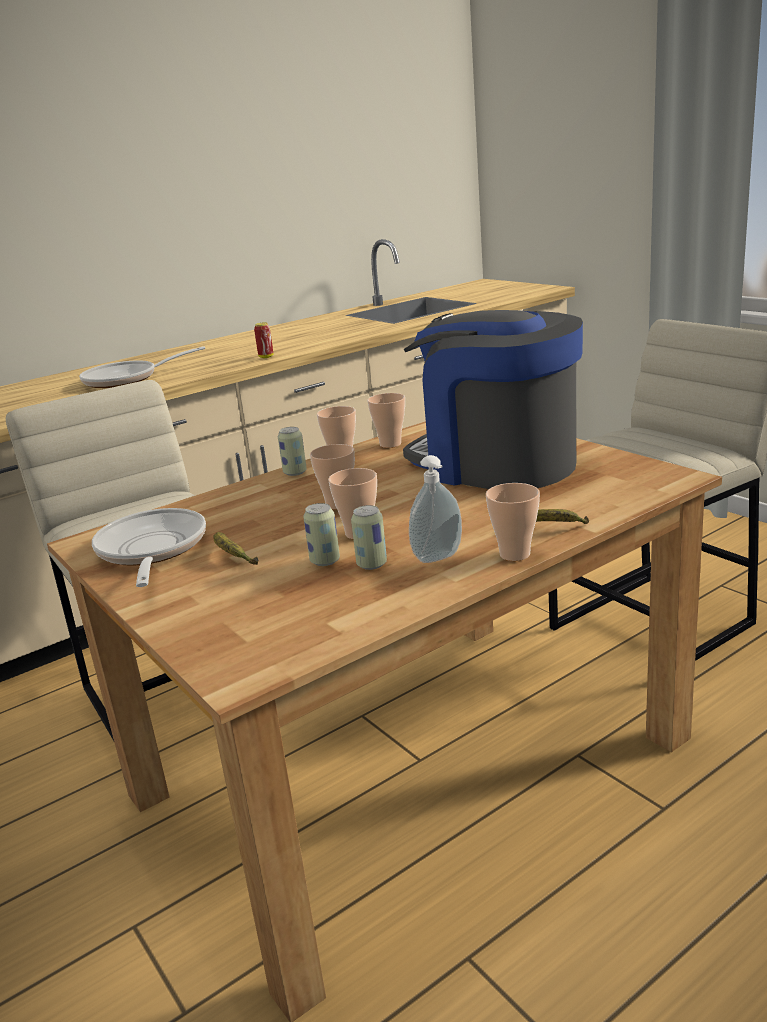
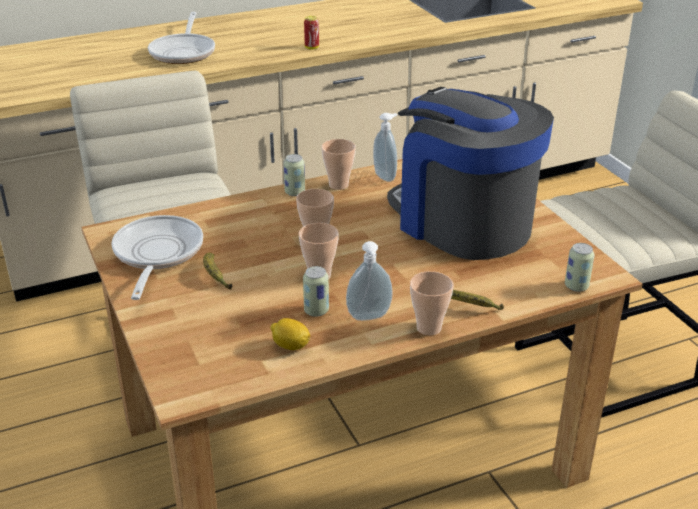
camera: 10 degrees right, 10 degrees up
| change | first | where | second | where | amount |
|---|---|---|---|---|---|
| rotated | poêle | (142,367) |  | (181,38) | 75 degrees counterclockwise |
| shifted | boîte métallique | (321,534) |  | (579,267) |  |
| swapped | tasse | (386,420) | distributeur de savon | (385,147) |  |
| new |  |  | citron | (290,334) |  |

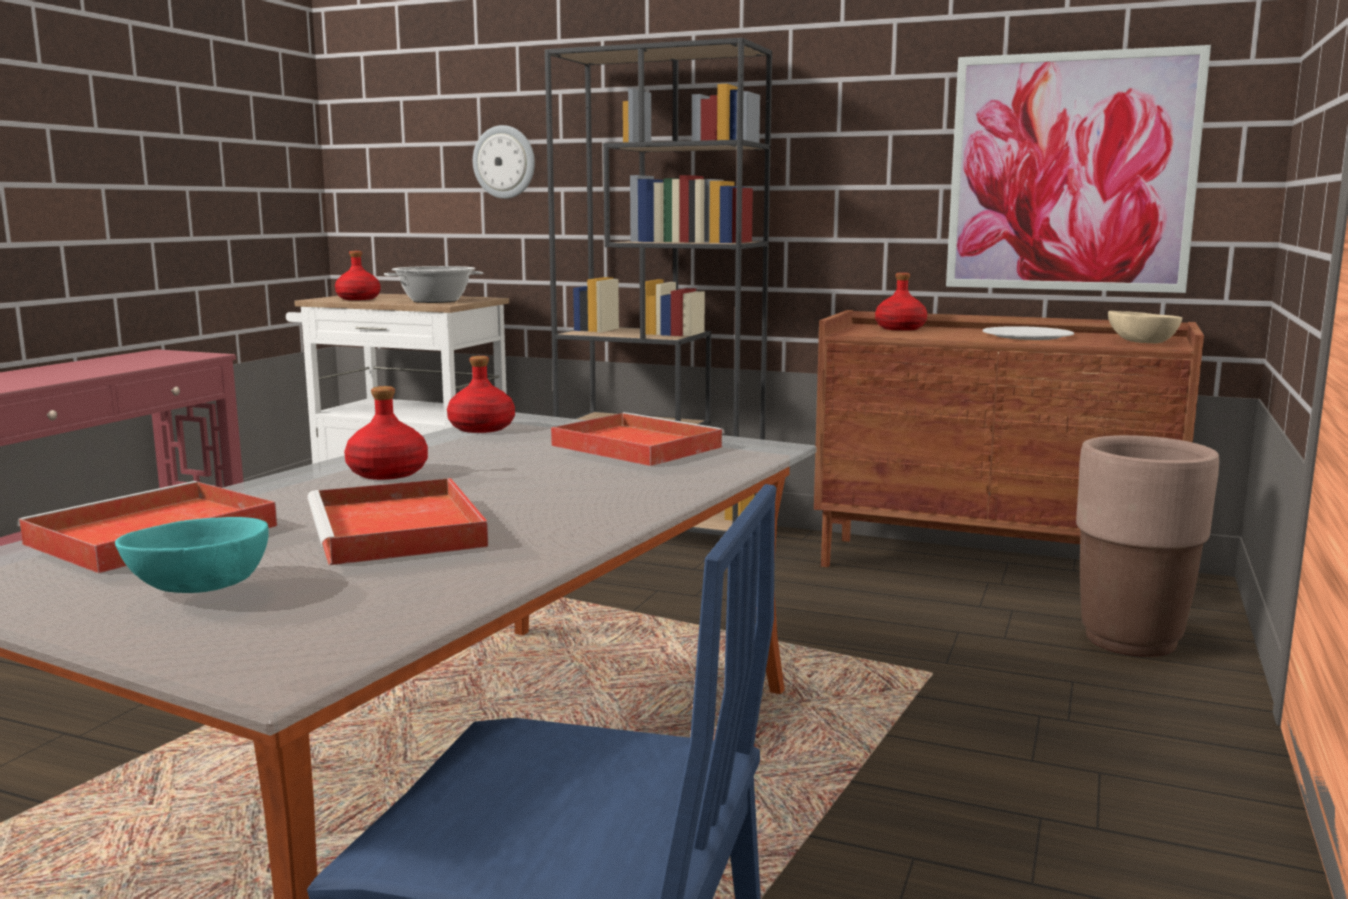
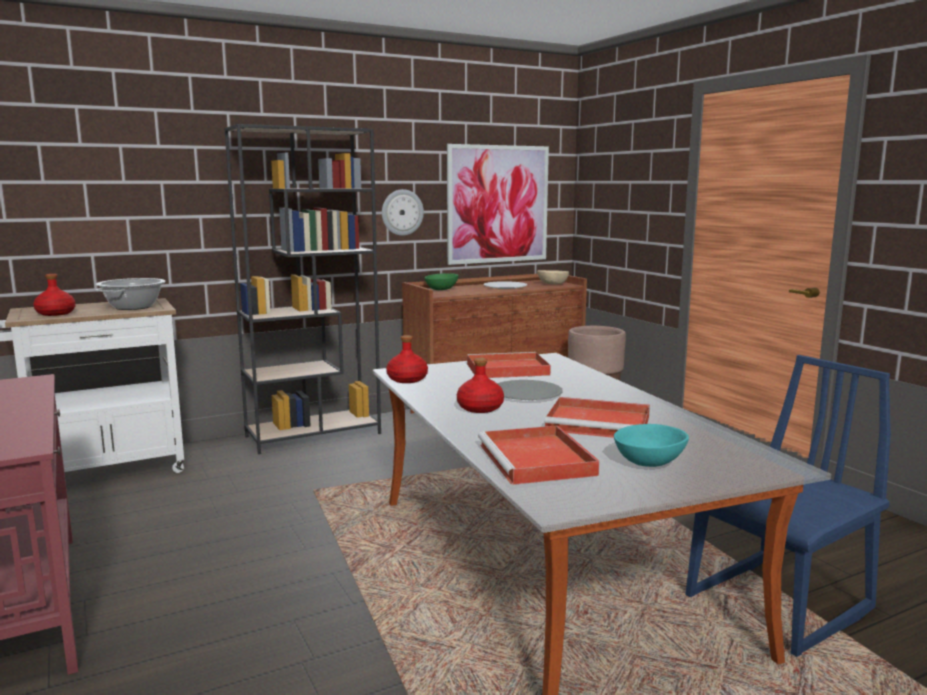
camera: 50 degrees left, 0 degrees up
| change | first | where | second | where | amount |
|---|---|---|---|---|---|
| shifted | horloge murale | (504,162) |  | (403,212) |  |
| swapped | bouteille/rouge | (901,302) | bol/vert | (442,282) |  |
| new |  |  | assiette/gris | (529,390) |  |

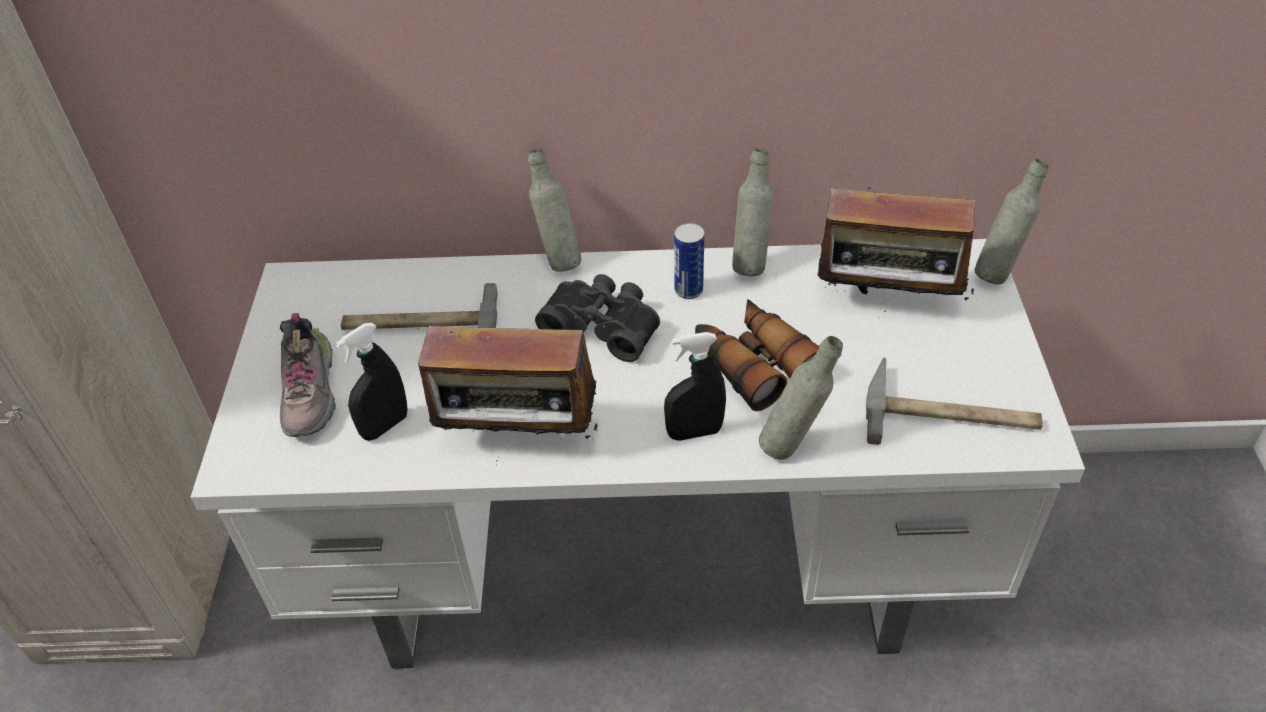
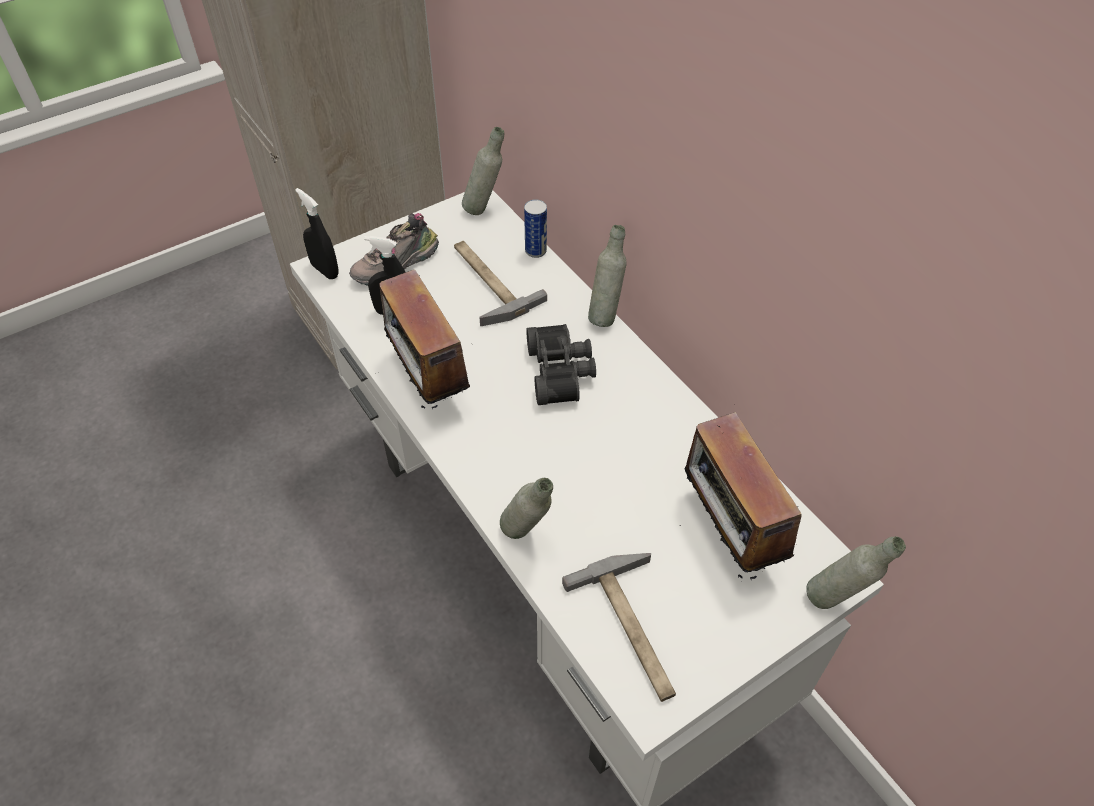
camera: 55 degrees right, 5 degrees up
| change | first | where | second | where | amount |
|---|---|---|---|---|---|
| shifted | vaporisateur/noir | (695,386) |  | (317,233) |  |
| shifted | boîte métallique | (689,261) |  | (535,228) |  |
| gone | jumelles | (757,355) |  |  |  |
| shifted | bouteille/gris | (753,212) |  | (483,171) |  |

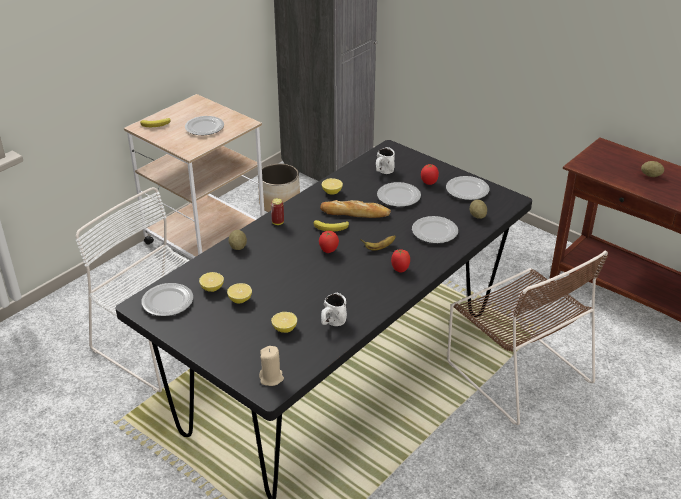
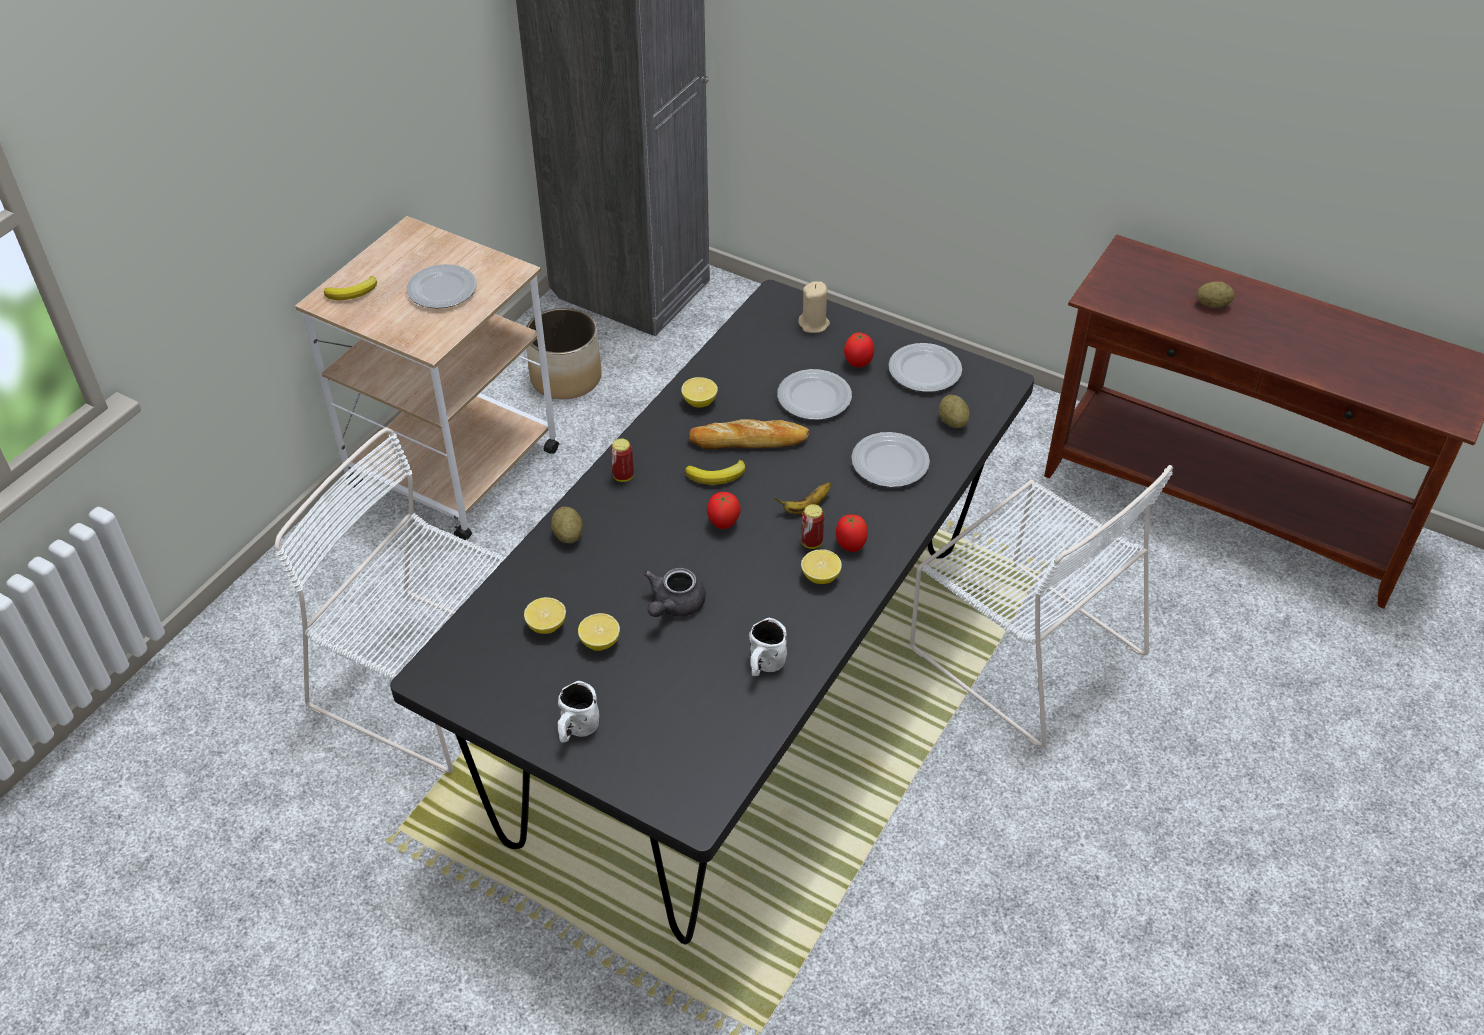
camera: 10 degrees left, 10 degrees up
| change | first | where | second | where | amount |
|---|---|---|---|---|---|
| gone | assiette | (167,299) |  |  |  |
| shifted | bougie/beige | (271,366) |  | (814,307) |  |
| shifted | citron | (284,322) |  | (821,566) |  |
| shifted | mug/blanc | (385,160) |  | (578,712) |  |
| repainted | chaise/marron | (527,338) | chaise/blanc | (1041,606) |  |
| new |  |  | théière/gris | (675,592) |  |
| new |  |  | boîte métallique | (812,526) |  |

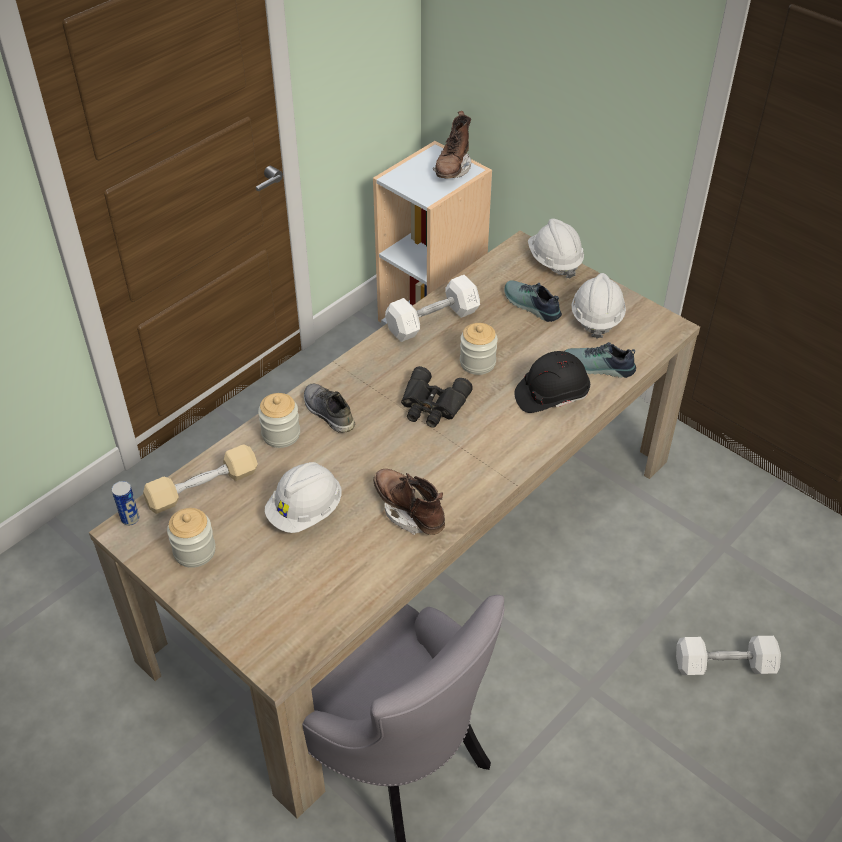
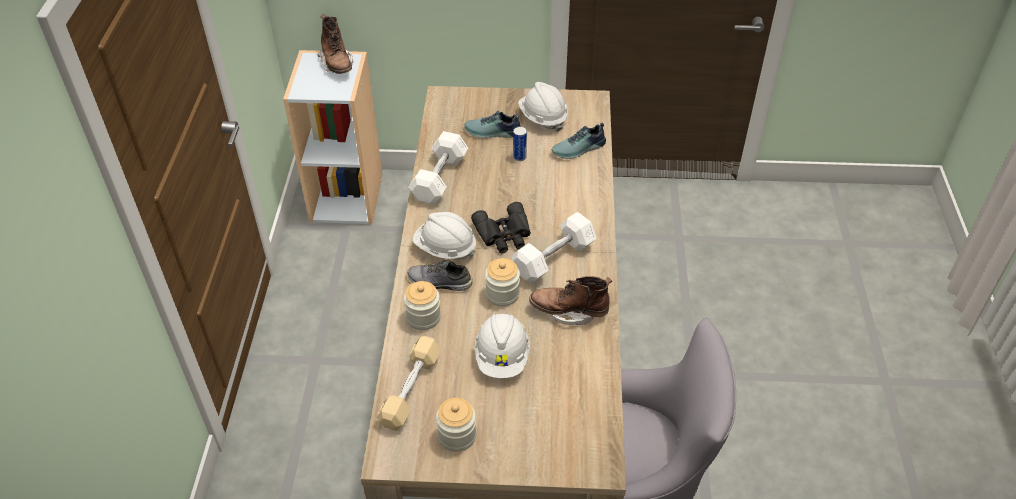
camera: 40 degrees left, 0 degrees up
| change | first | where | second | where | amount |
|---|---|---|---|---|---|
| shifted | boîte métallique | (125,503) |  | (520,144) |  |
| shifted | bocal | (479,349) |  | (502,282) |  |
| gone | casque de chantier/noir | (552,382) |  |  |  |
| shifted | casque de chantier/blanc | (556,248) |  | (444,236) |  |
| shifted | haltère/blanc | (728,655) |  | (554,248) |  |

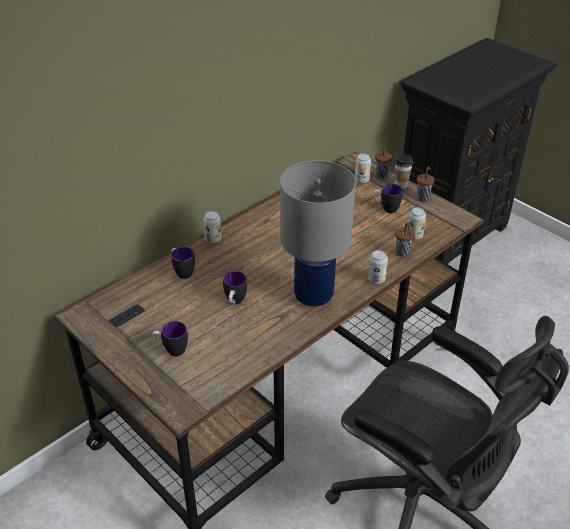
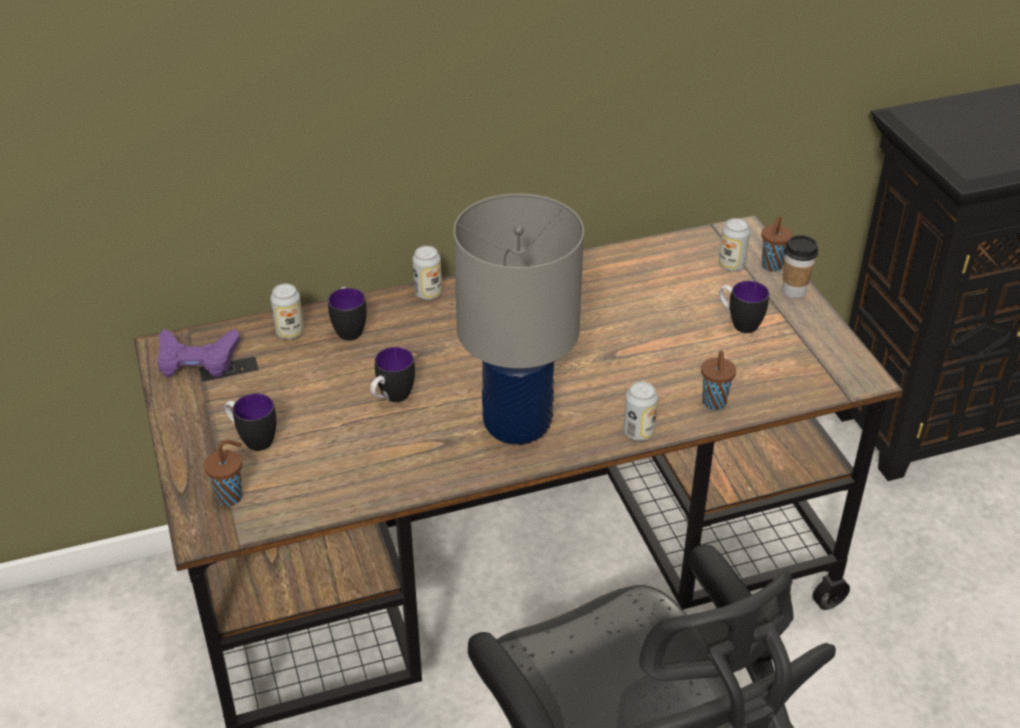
camera: 25 degrees right, 0 degrees up
| change | first | where | second | where | amount |
|---|---|---|---|---|---|
| shifted | boîte métallique | (417,223) |  | (287,311) |  |
| shifted | tasse/marron | (426,183) |  | (223,472) |  |
| new |  |  | manette/violet | (198,352) |  |

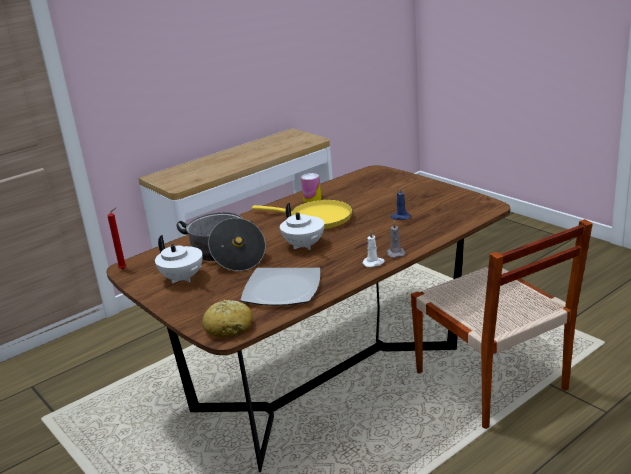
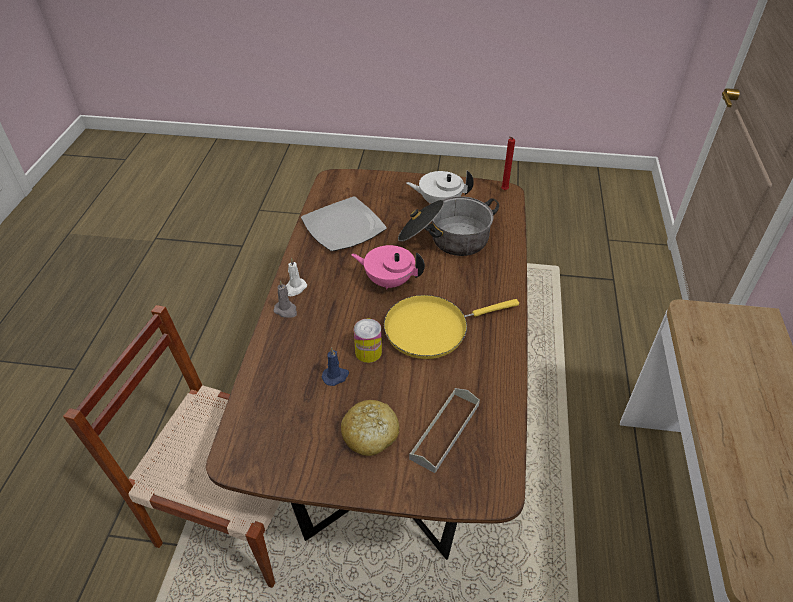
camera: 135 degrees right, 20 degrees up
| change | first | where | second | where | amount |
|---|---|---|---|---|---|
| shifted | pain | (227,319) |  | (370,428) |  |
| repainted | théière/blanc | (302,226) | théière/rose | (388,267) |  |
| shifted | boîte métallique | (311,187) |  | (368,341) |  |
| new |  |  | plateau/gris | (444,430) |  |

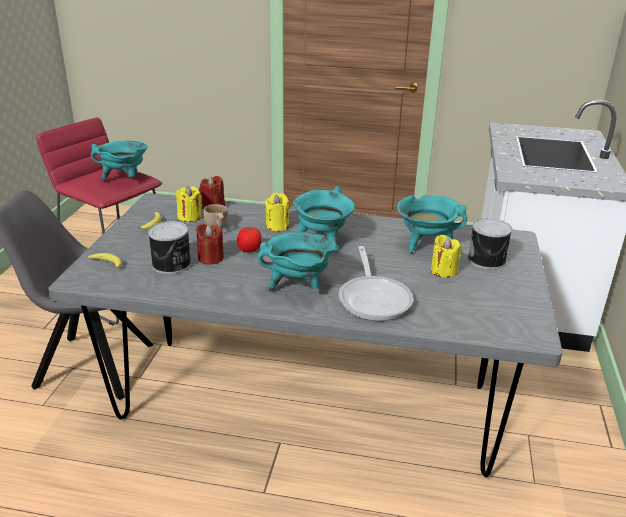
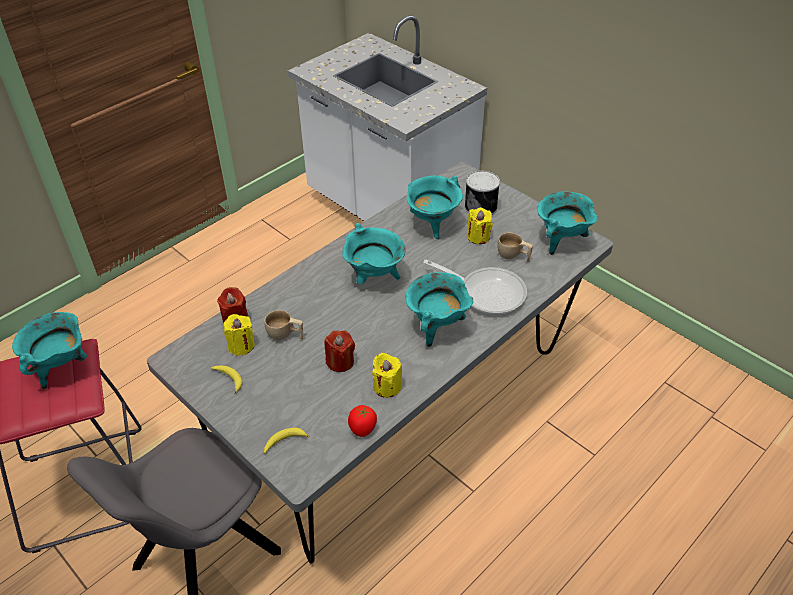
camera: 55 degrees left, 15 degrees up
| change | first | where | second | where | amount |
|---|---|---|---|---|---|
| gone | boîte métallique | (169,247) |  |  |  |
| shifted | tomate | (249,239) |  | (362,421) |  |
| shifted | bougie/jaune | (277,212) |  | (387,375) |  |
| new |  |  | tasse/beige | (515,247) |  |
| new |  |  | marmite/turquoise | (567,223) |  |

